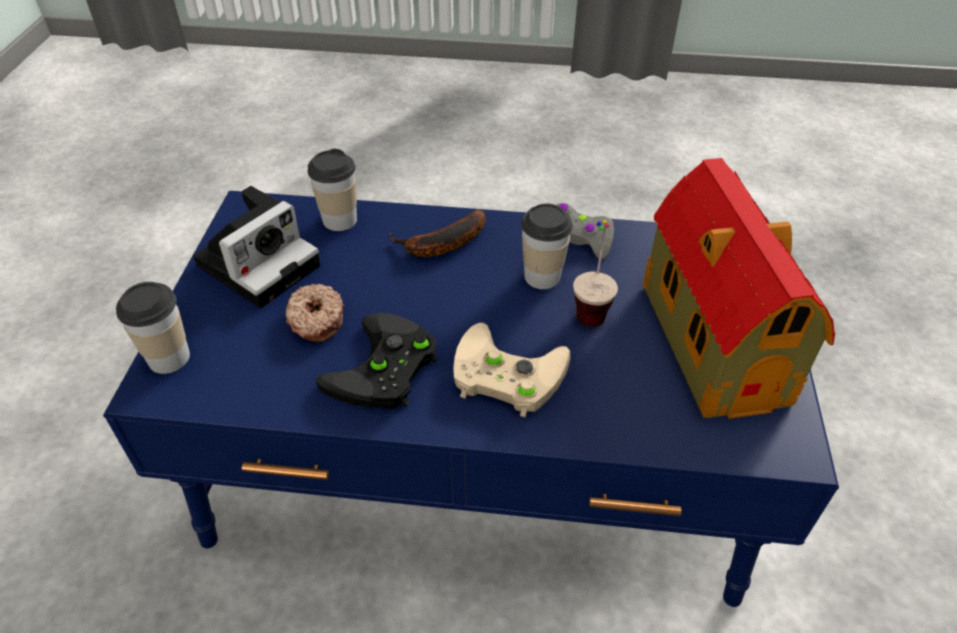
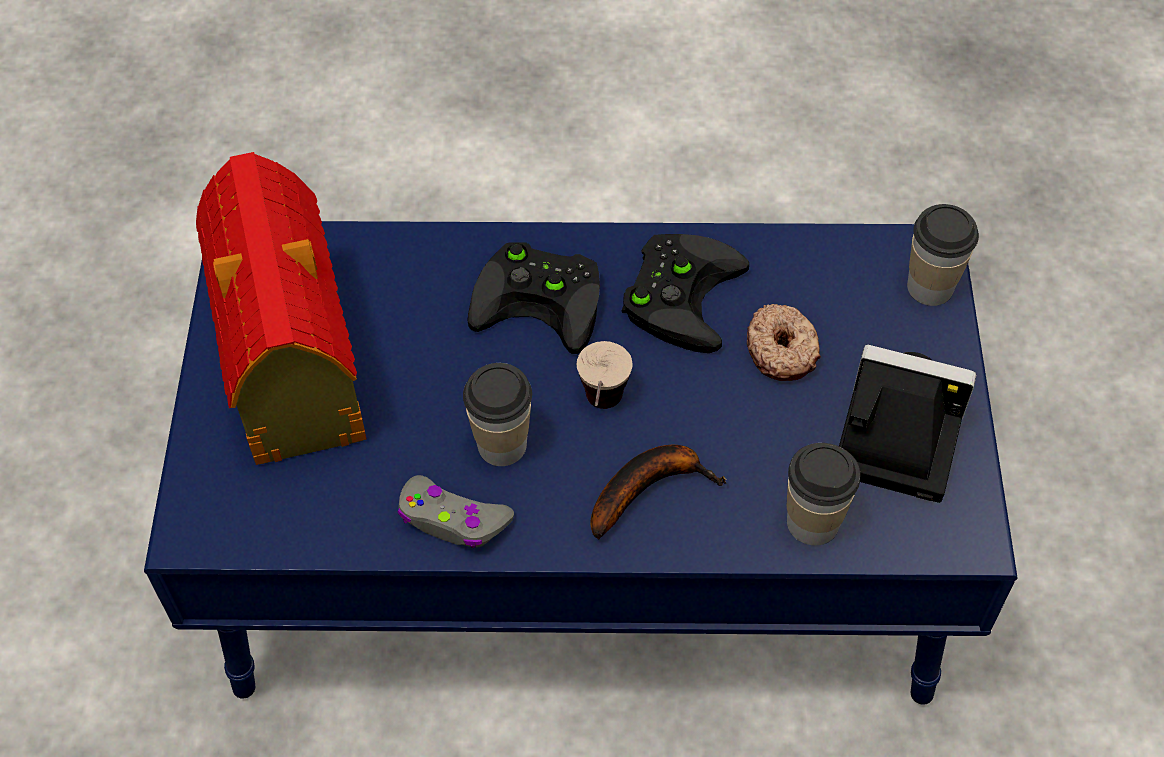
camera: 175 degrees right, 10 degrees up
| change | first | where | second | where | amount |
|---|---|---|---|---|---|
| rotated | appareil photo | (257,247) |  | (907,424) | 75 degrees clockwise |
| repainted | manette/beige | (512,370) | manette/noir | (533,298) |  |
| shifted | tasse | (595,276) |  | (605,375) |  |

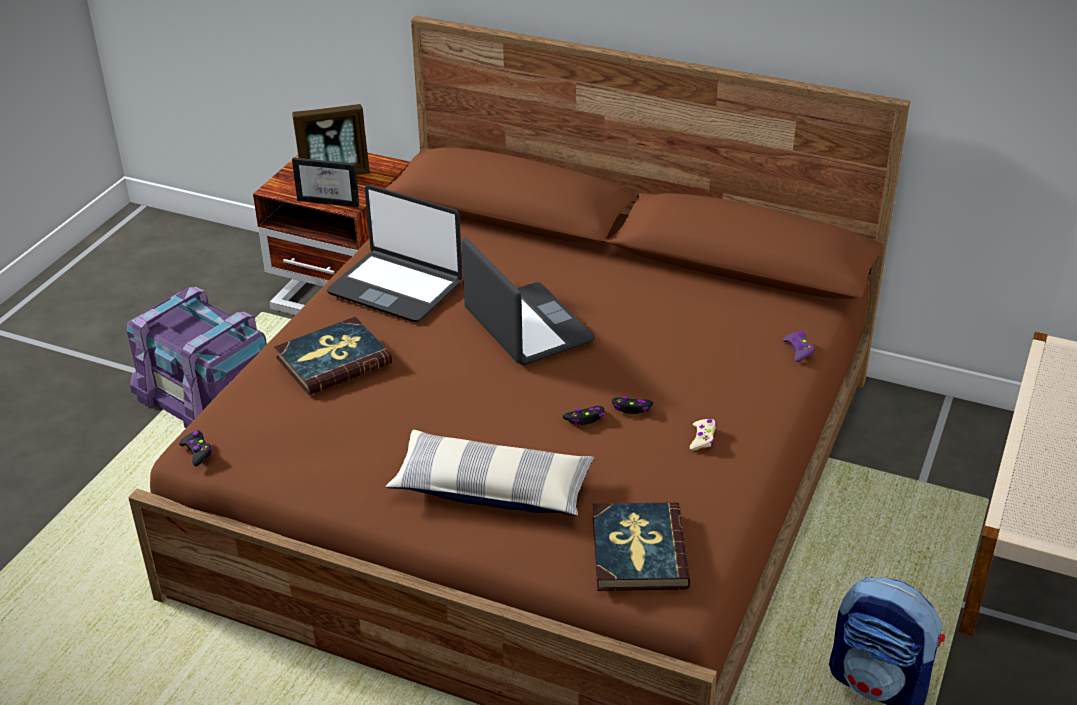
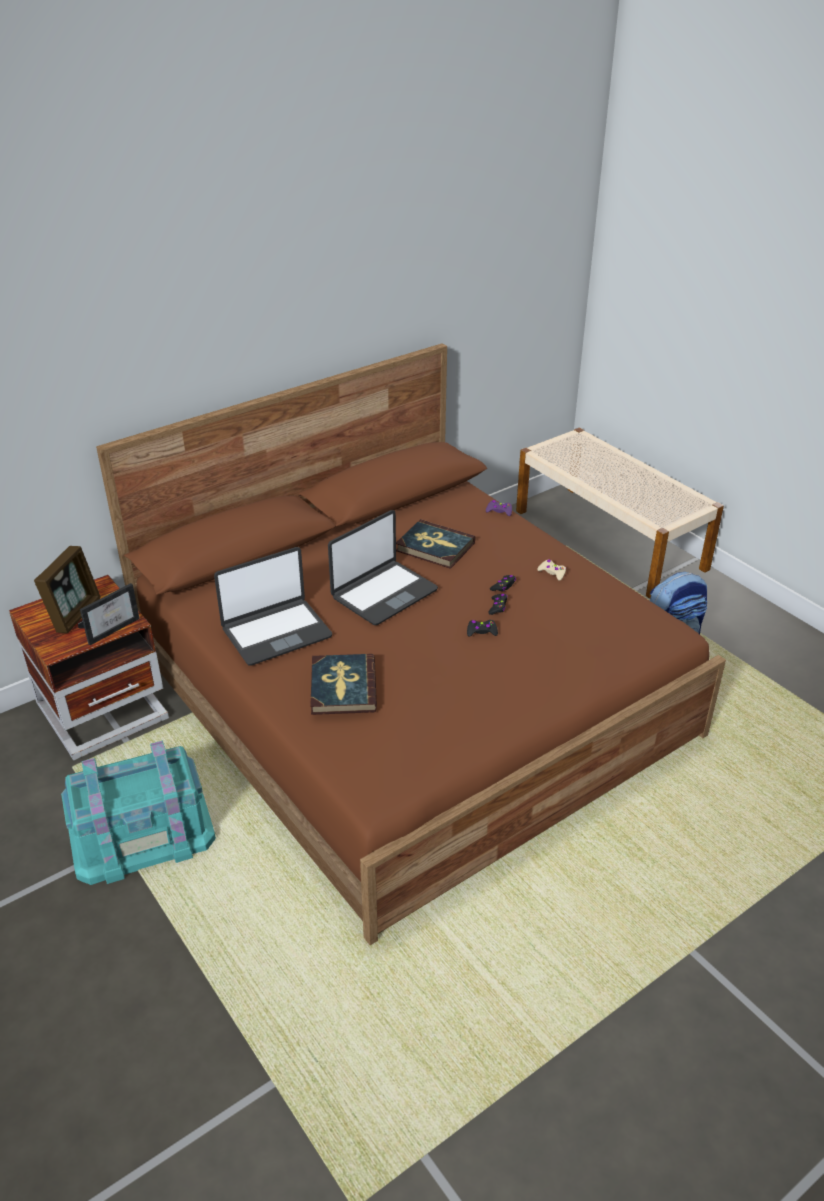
camera: 60 degrees left, 0 degrees up
| change | first | where | second | where | amount |
|---|---|---|---|---|---|
| repainted | boîte de rangement/violet | (197,357) | boîte de rangement/turquoise | (138,813) |  |
| shifted | manette/noir | (195,448) |  | (482,628) |  |
| gone | coussin | (490,473) |  |  |  |
| rotated | ordinateur portable | (528,301) |  | (383,567) | 135 degrees clockwise |
| shifted | livre | (641,546) |  | (436,544) |  |

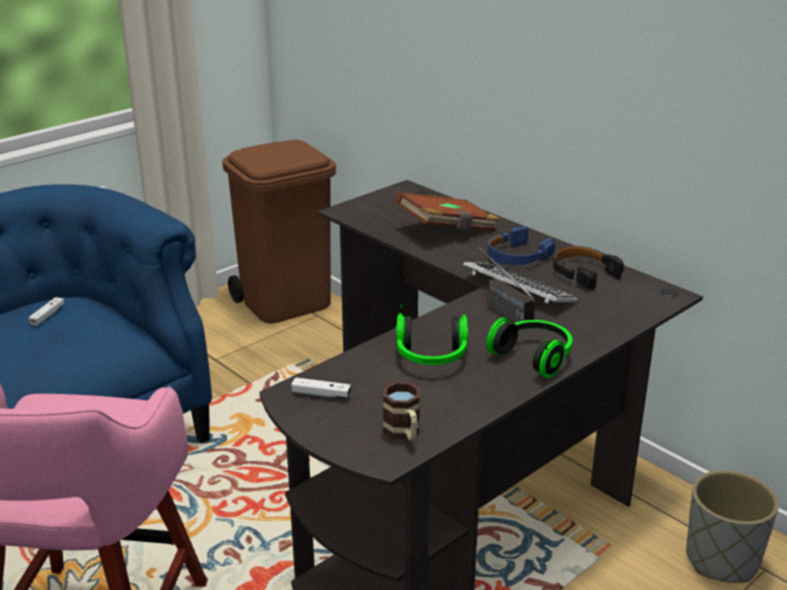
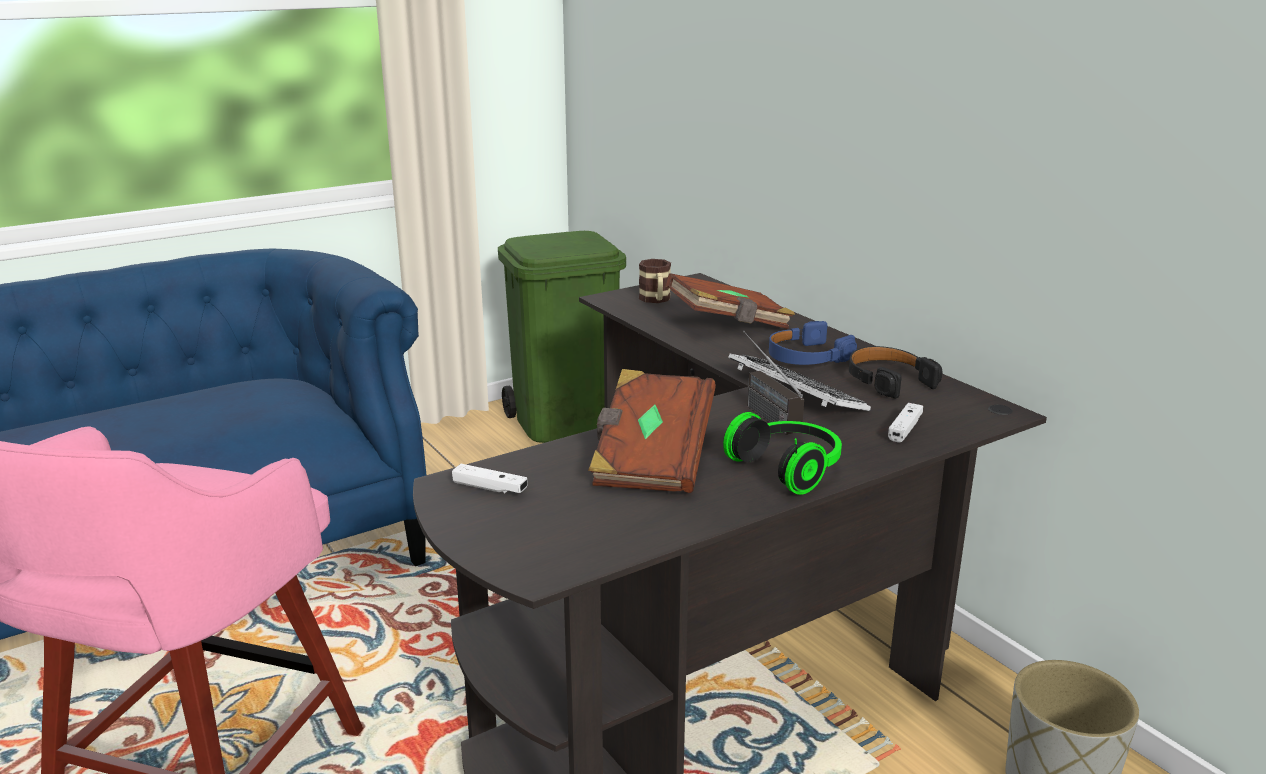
camera: 10 degrees right, 5 degrees down
| change | first | where | second | where | amount |
|---|---|---|---|---|---|
| shifted | manette/blanc | (46,311) |  | (905,423) |  |
| repainted | poubelle/marron | (279,231) | poubelle/vert | (562,337) |  |
| shifted | mug | (402,411) |  | (655,281) |  |
| swapped | casque audio | (432,334) | livre/marron | (652,431) |  |

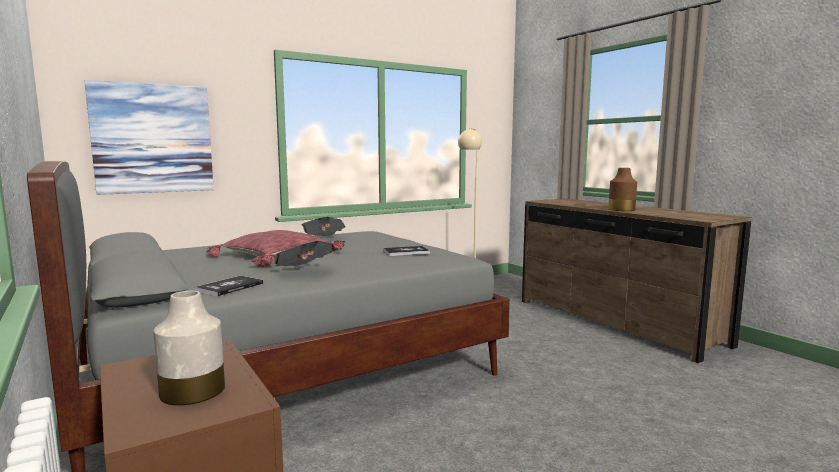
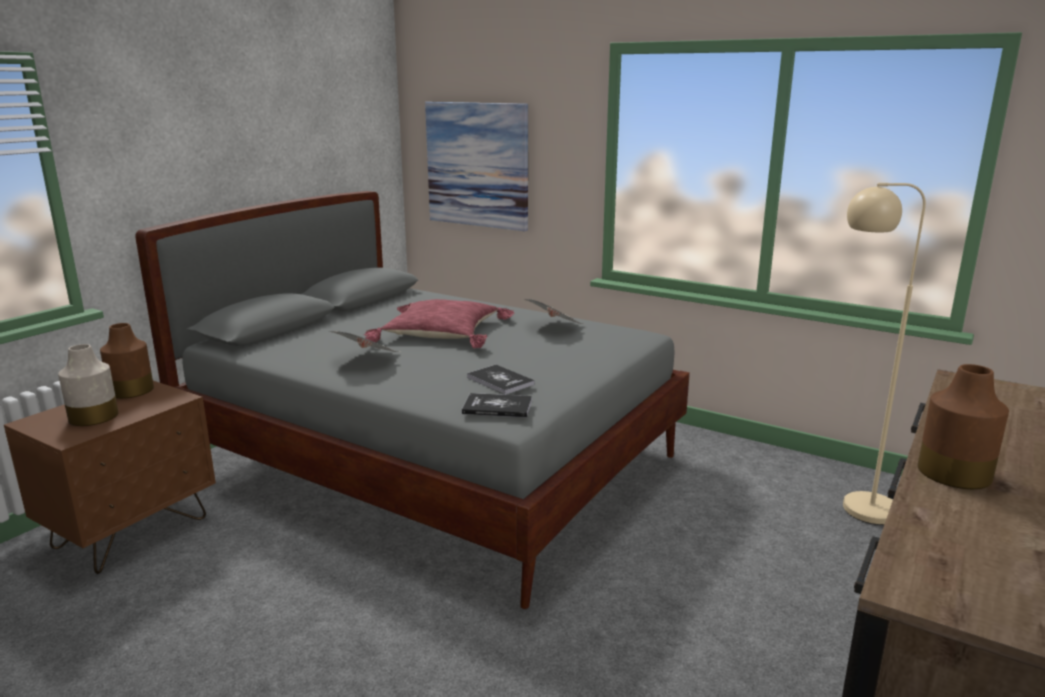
camera: 65 degrees right, 10 degrees up
| change | first | where | second | where | amount |
|---|---|---|---|---|---|
| shifted | livre | (229,286) |  | (497,405) |  |
| new |  |  | vase/marron | (127,360) |  |

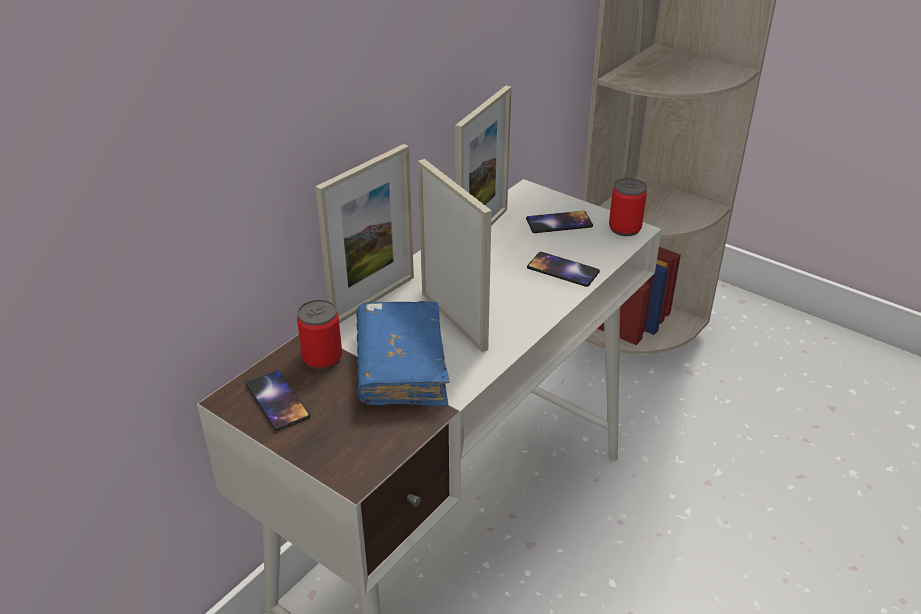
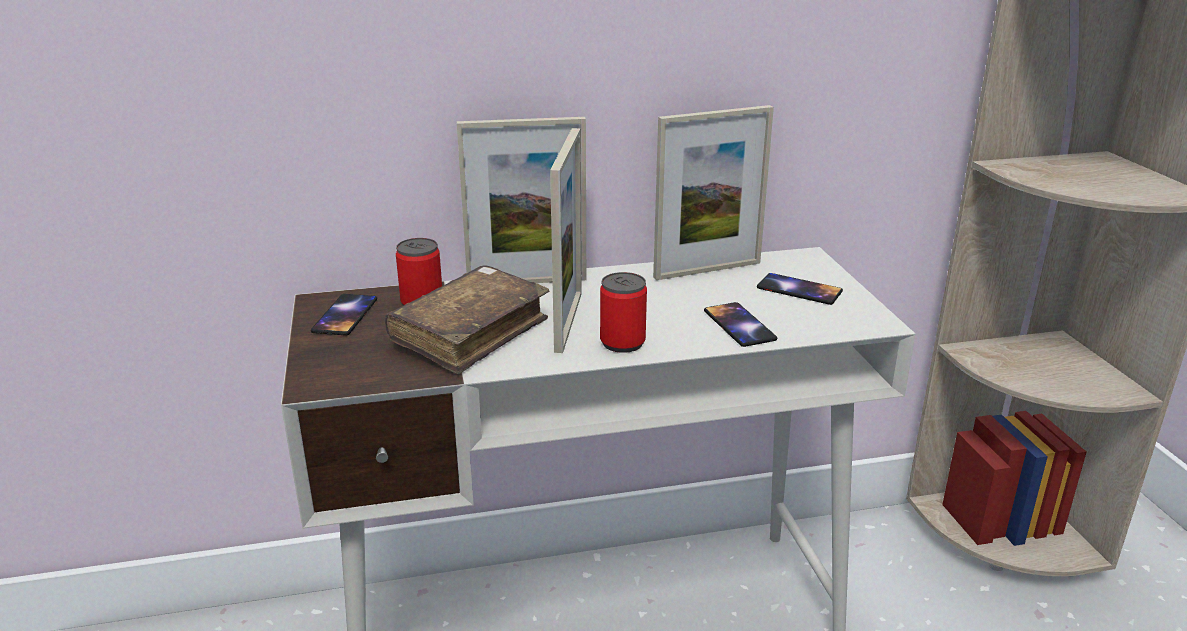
camera: 40 degrees right, 10 degrees down
| change | first | where | second | where | amount |
|---|---|---|---|---|---|
| repainted | livre/bleu | (403,353) | livre/marron | (467,319) |  |
| shifted | boîte métallique | (628,207) |  | (623,312) |  |

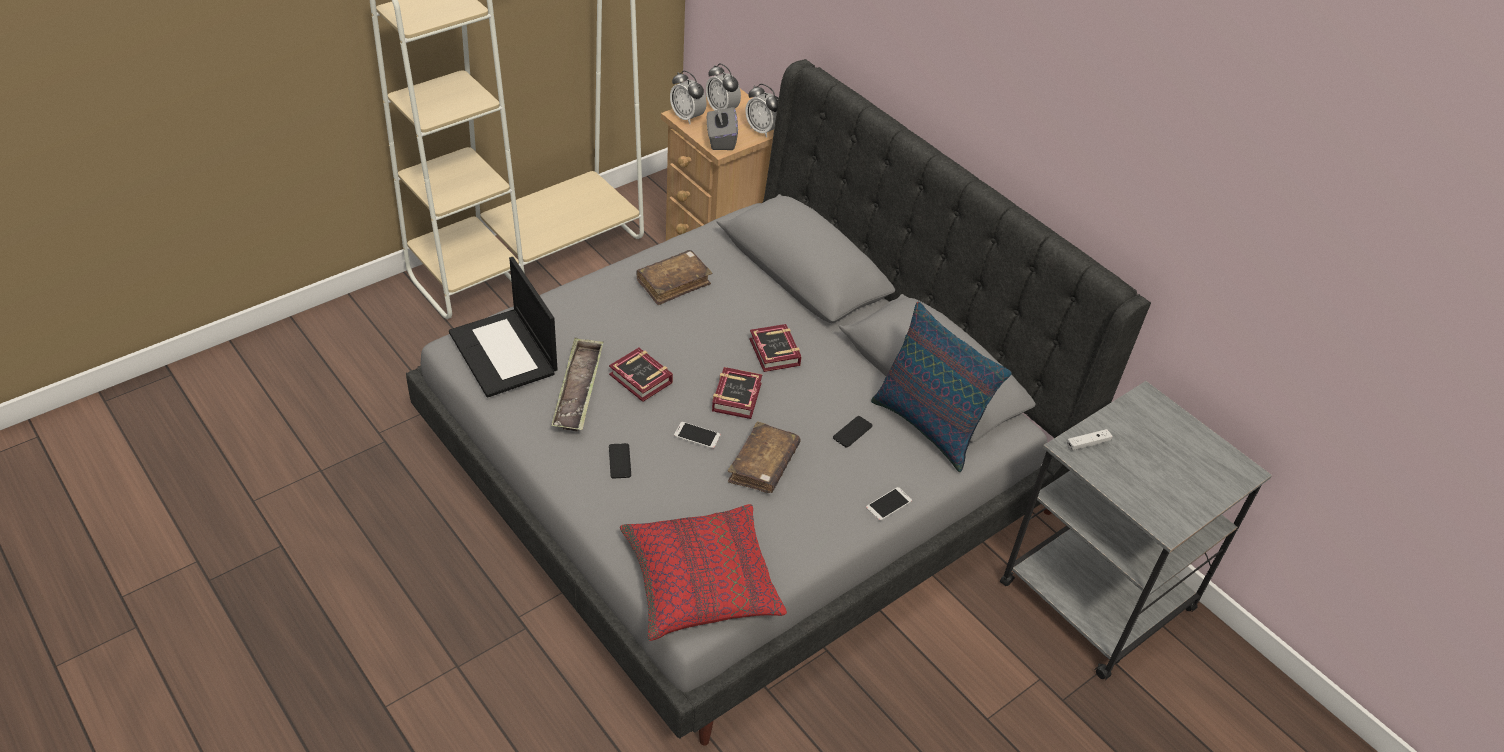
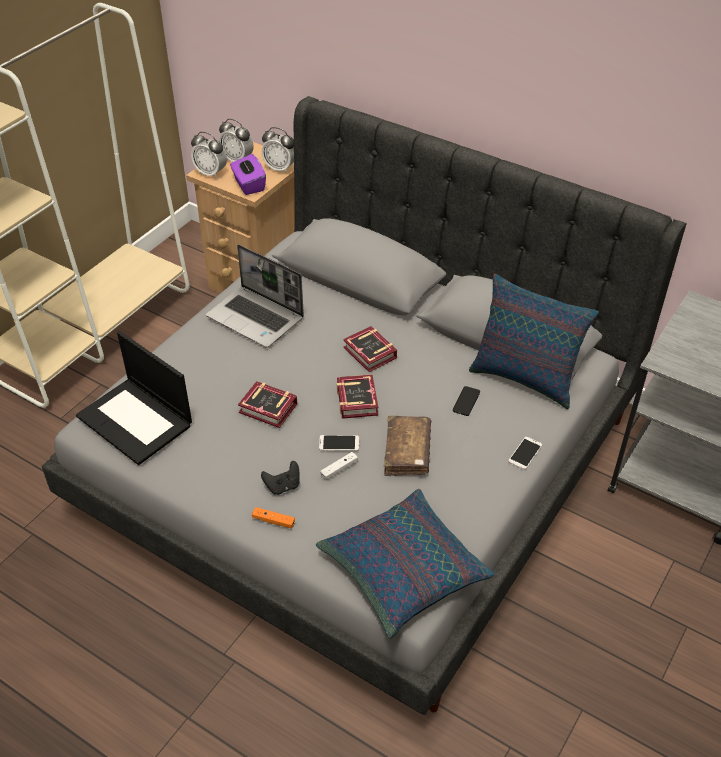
camera: 15 degrees left, 0 degrees up
| change | first | where | second | where | amount |
|---|---|---|---|---|---|
| gone | plateau | (577,384) |  |  |  |
| swapped | téléphone | (620,460) | manette/noir | (280,478) |  |
| repainted | coussin/rouge | (703,572) | coussin/bleu | (405,564) |  |
| swapped | livre/marron | (674,277) | ordinateur portable | (255,296) |  |
| repainted | boîte à mouchoirs/gris | (722,127) | boîte à mouchoirs/violet | (248,174) |  |
| shifted | manette/blanc | (1090,440) |  | (339,466) |  |
| new |  |  | manette/orange | (273,518) |  |

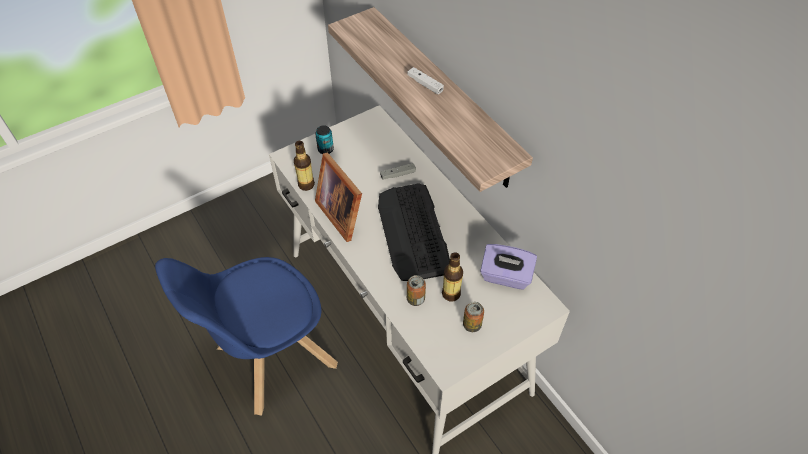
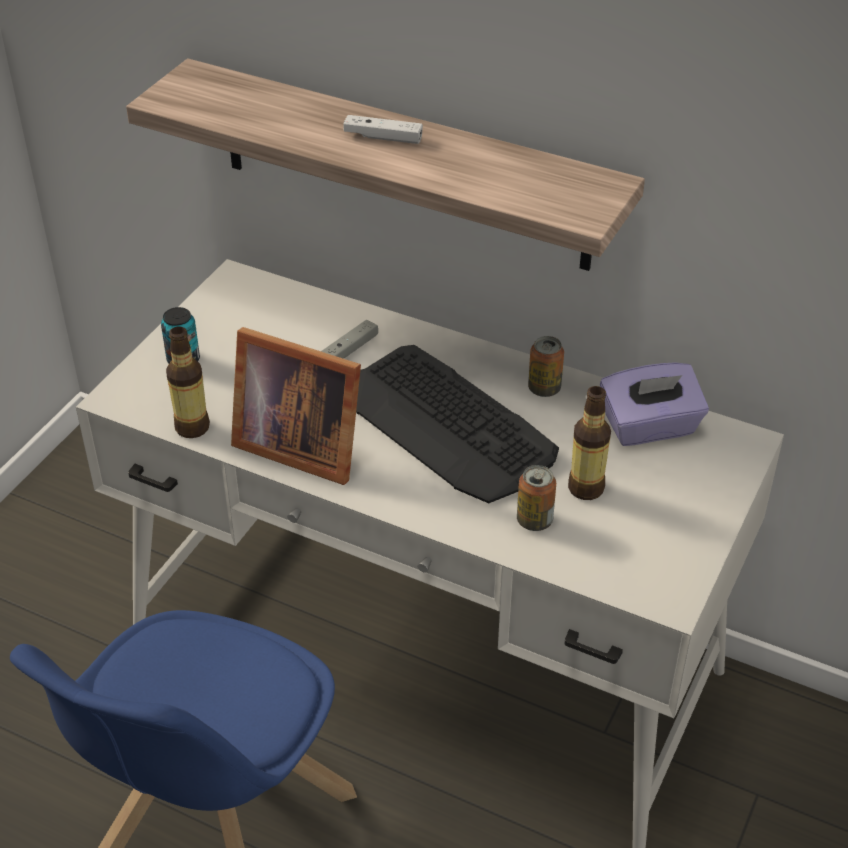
camera: 30 degrees left, 10 degrees down
| change | first | where | second | where | amount |
|---|---|---|---|---|---|
| shifted | boîte métallique | (473,317) |  | (546,366) |  |

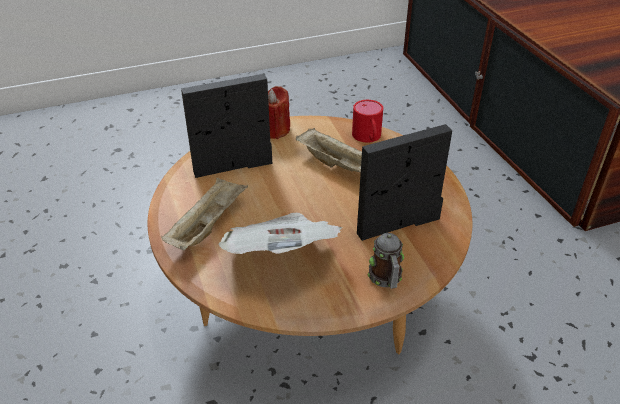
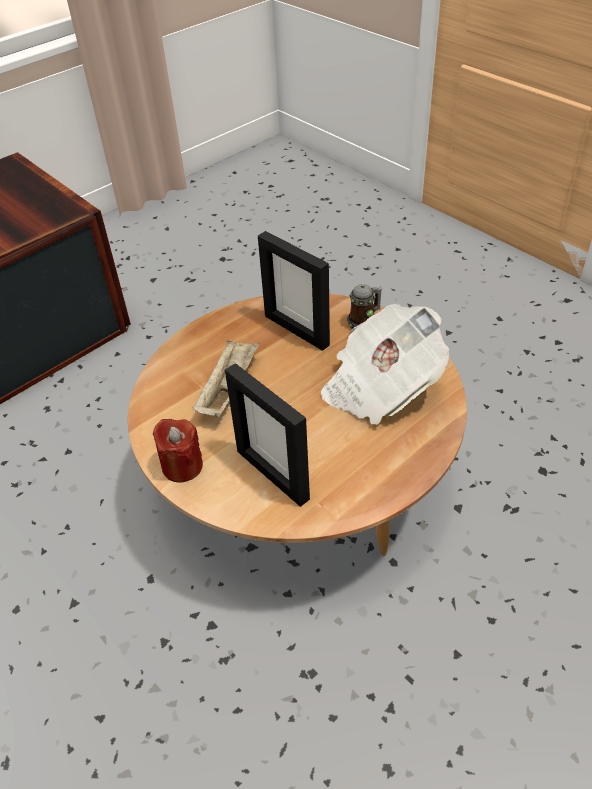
camera: 110 degrees left, 5 degrees up
| change | first | where | second | where | amount |
|---|---|---|---|---|---|
| gone | plateau/beige | (204,214) |  |  |  |
| gone | mug/rouge | (367,121) |  |  |  |

